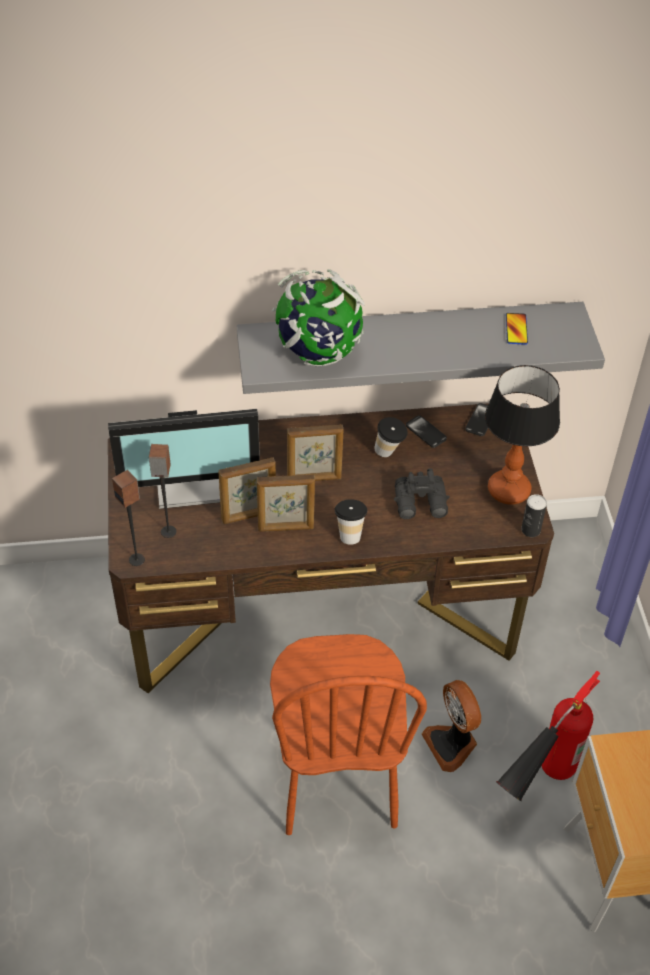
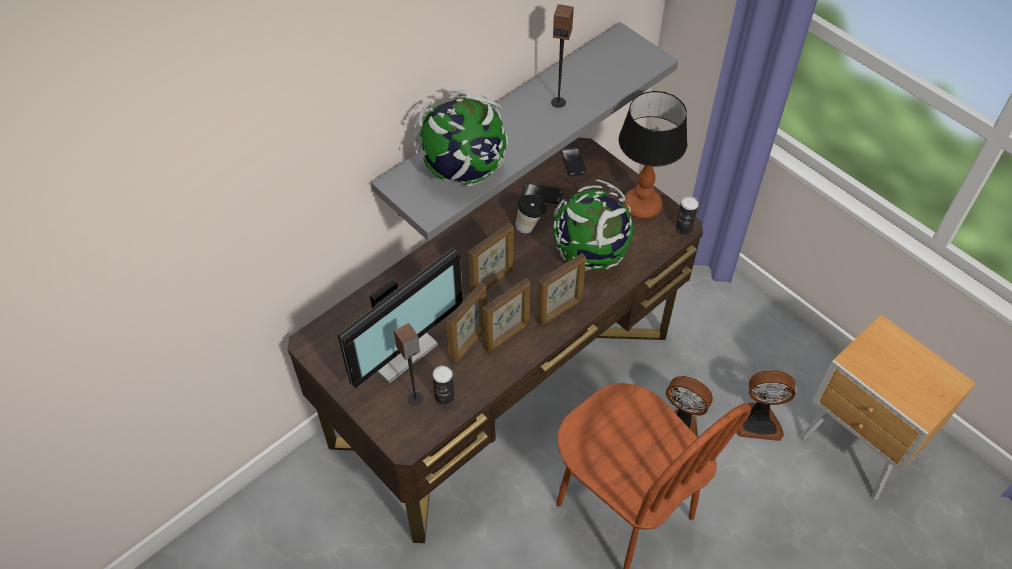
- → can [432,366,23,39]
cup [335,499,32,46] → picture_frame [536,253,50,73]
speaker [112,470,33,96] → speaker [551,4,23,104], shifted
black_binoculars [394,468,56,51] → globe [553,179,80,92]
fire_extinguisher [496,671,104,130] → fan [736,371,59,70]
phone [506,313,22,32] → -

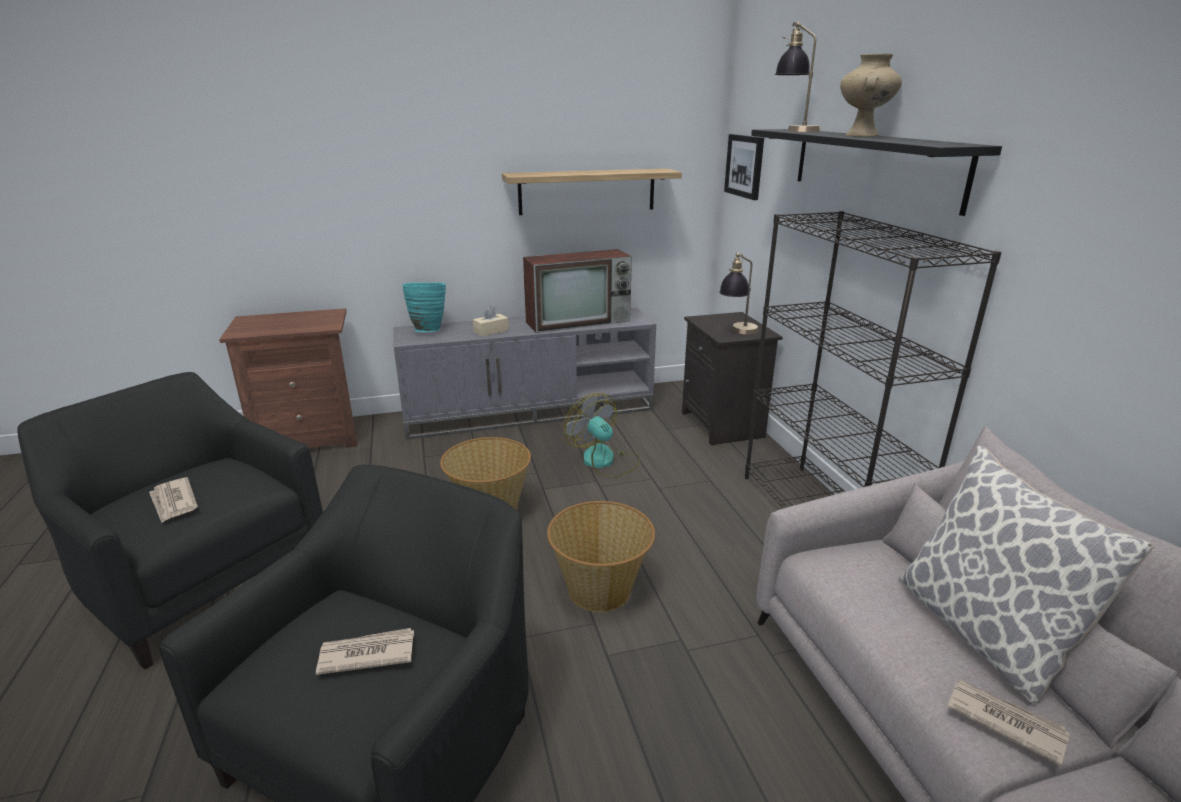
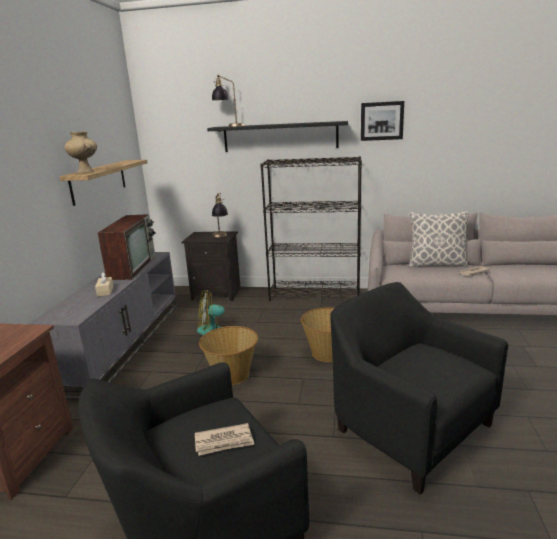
beige_vase [840,54,62,82] → beige_vase [64,131,33,43], shifted
picture [724,134,40,66] → picture [361,101,43,40], shifted
newspaper [316,628,98,47] → -
turquoise_vase [402,282,44,50] → -

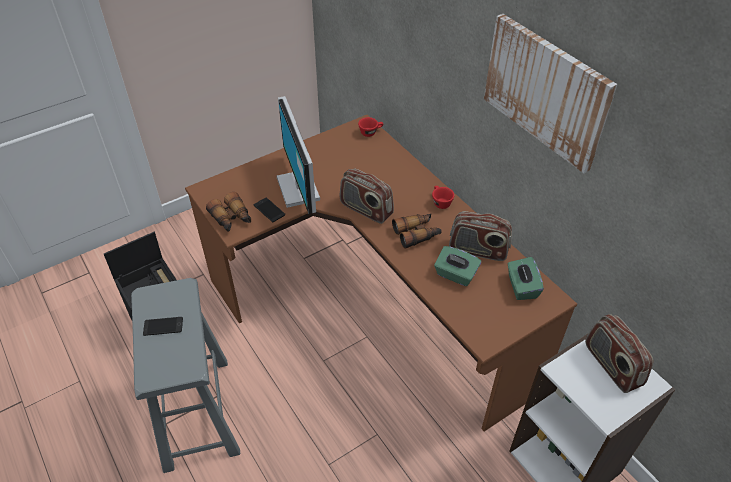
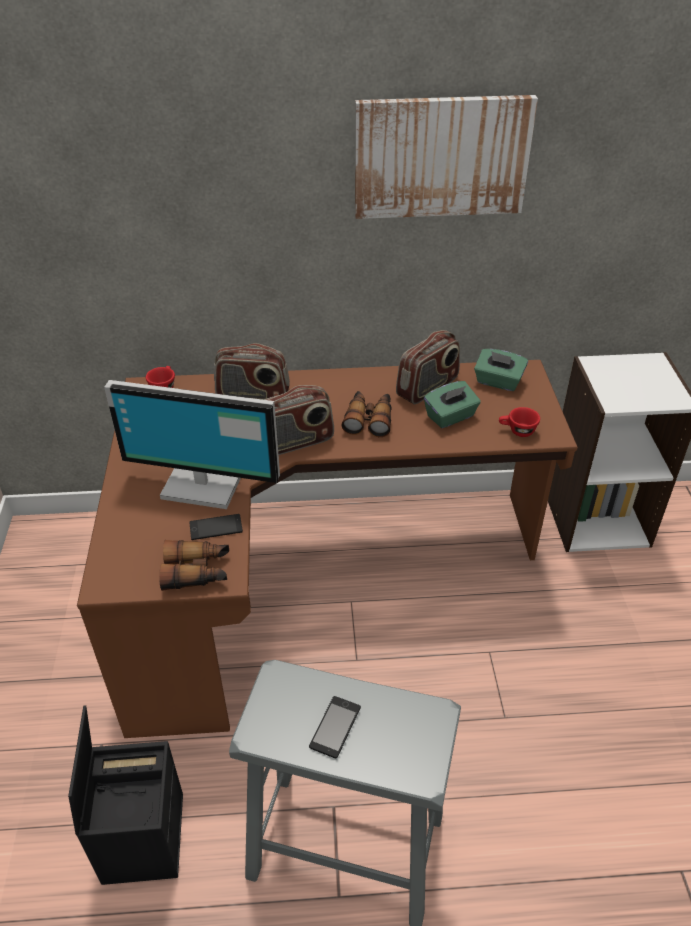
radio [585,314,68,79] → radio [214,343,76,57], shifted
red_cup [432,186,22,23] → red_cup [499,407,41,30], shifted

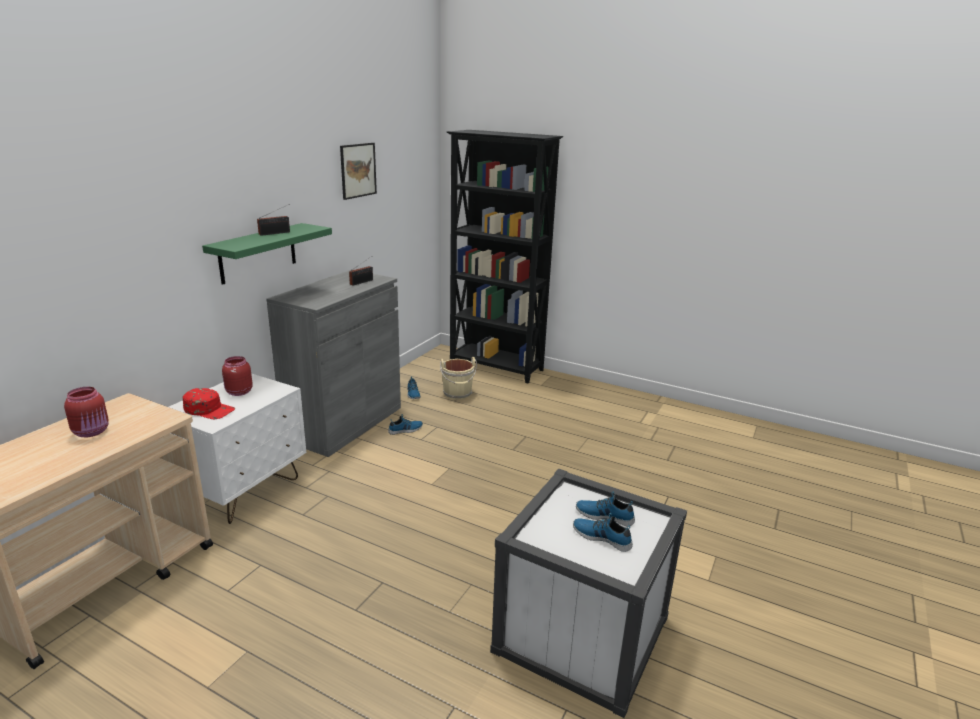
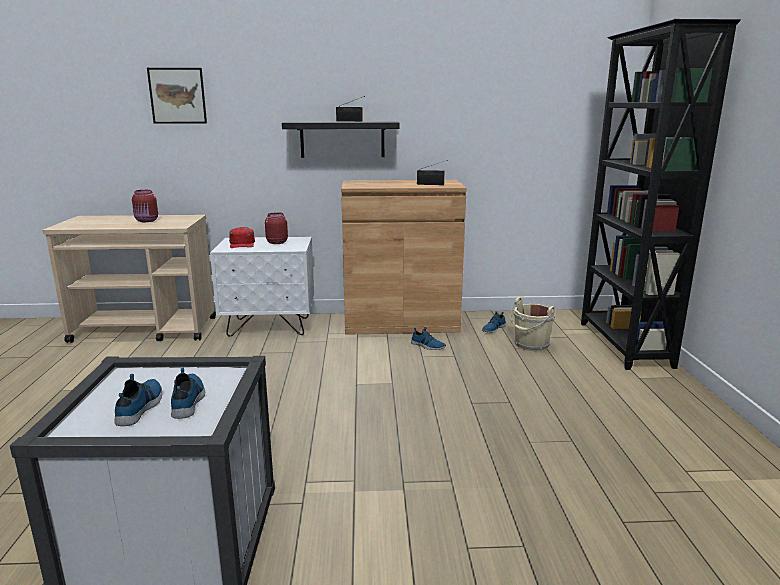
picture [340,143,37,57] → picture [147,68,60,55], shifted
green_shelf [202,223,130,62] → black_shelf [282,121,118,37]
grey_cabinet [266,270,135,187] → brown_cabinet [341,180,126,155]

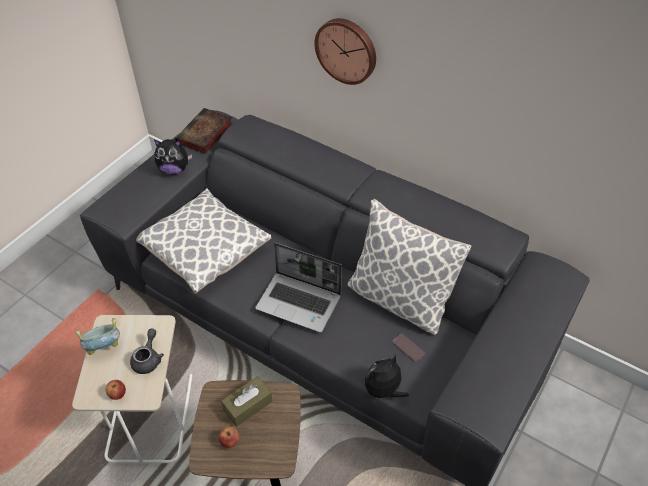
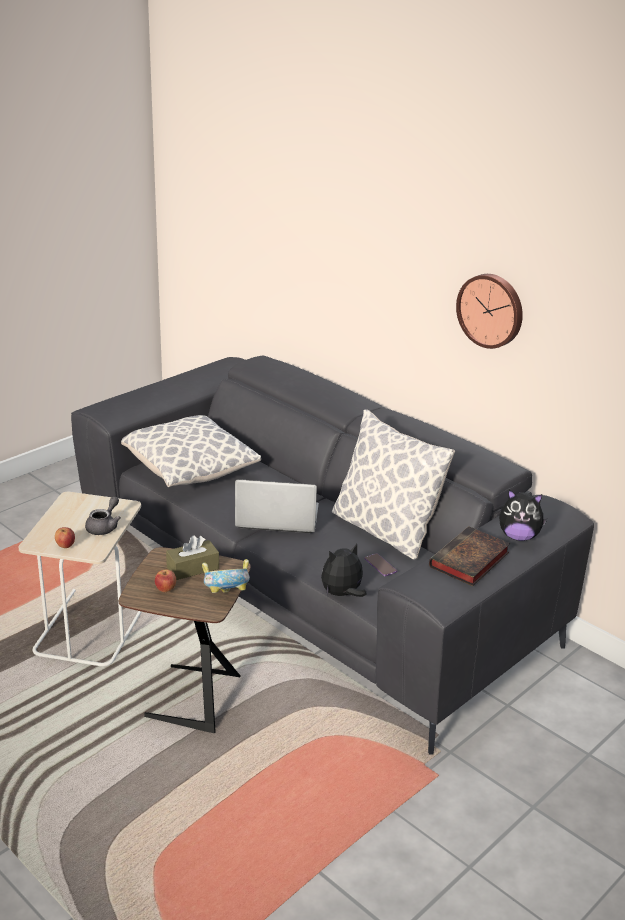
bowl [75,318,45,37] → bowl [202,559,48,34], shifted
laptop [255,243,87,90] → laptop [235,479,84,54], 150 degrees clockwise
book [175,108,58,46] → book [429,526,82,60], shifted
wall_clock [314,18,62,67] → wall_clock [456,274,67,75], shifted
plush_toy [154,139,38,36] → plush_toy [499,490,48,51], shifted

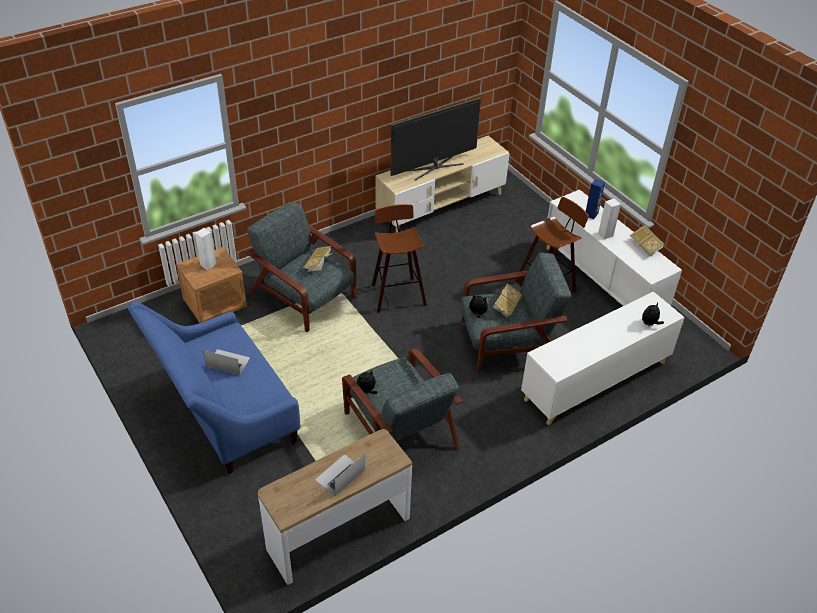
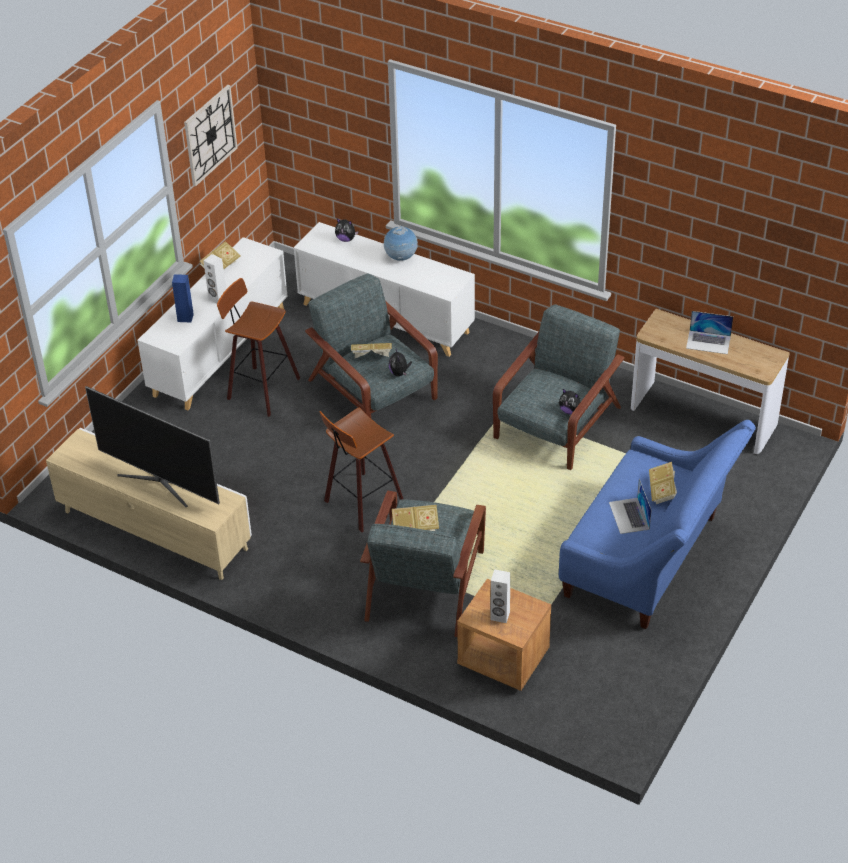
- → wall_clock [184,85,53,102]
- → globe [384,226,34,35]
- → book [649,462,28,42]

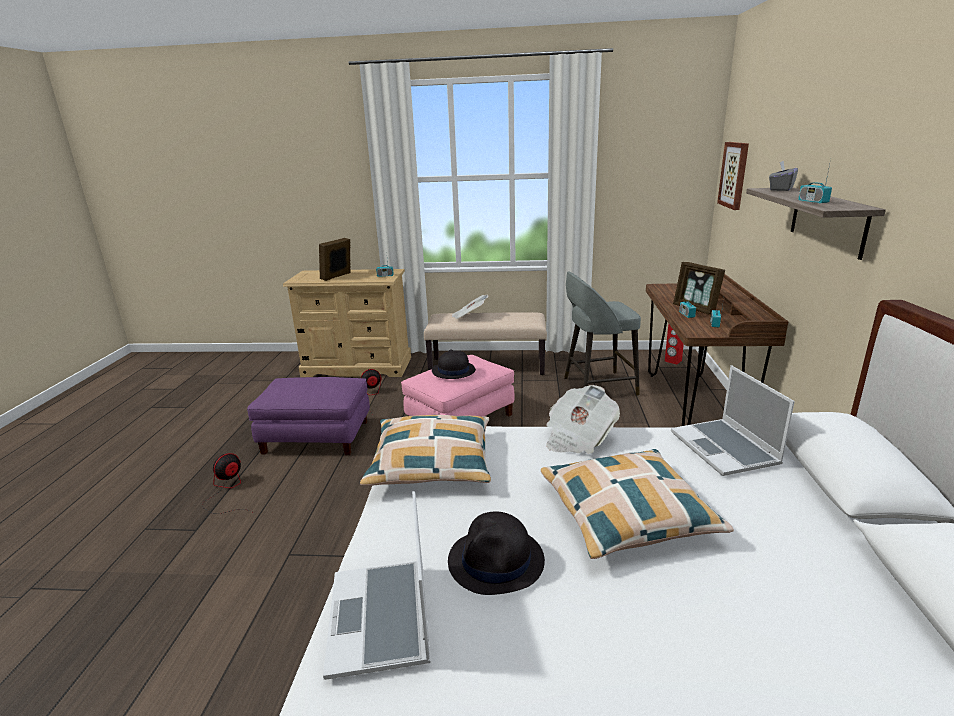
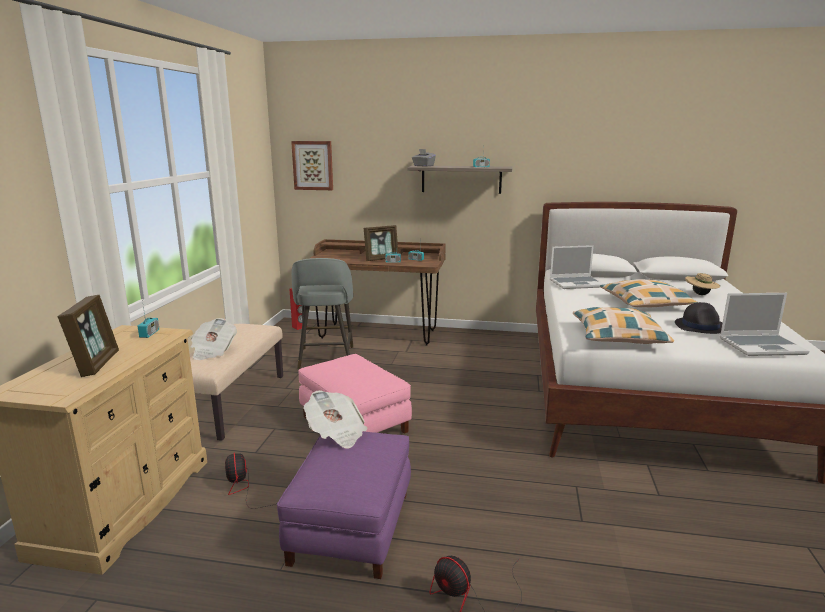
picture_frame [319,238,31,43] → picture_frame [58,295,61,82], 135 degrees counterclockwise
newspaper [546,385,74,69] → newspaper [303,390,65,59], shifted
- → beige_hat [685,273,35,22]
black_hat [432,349,44,30] → -

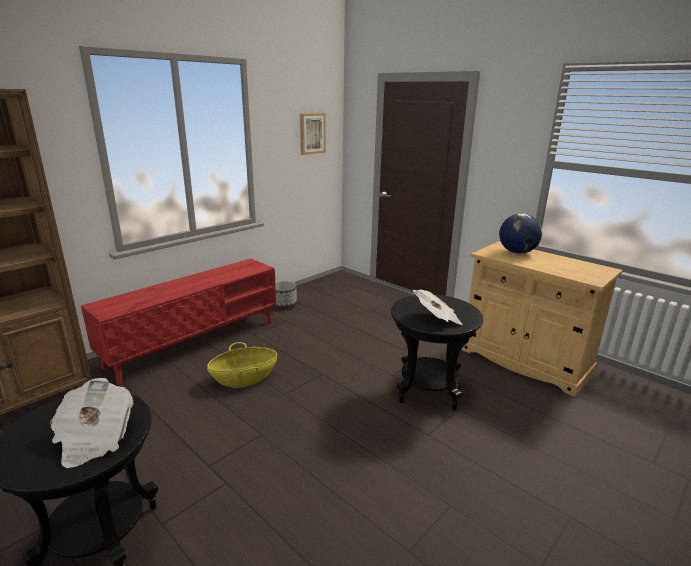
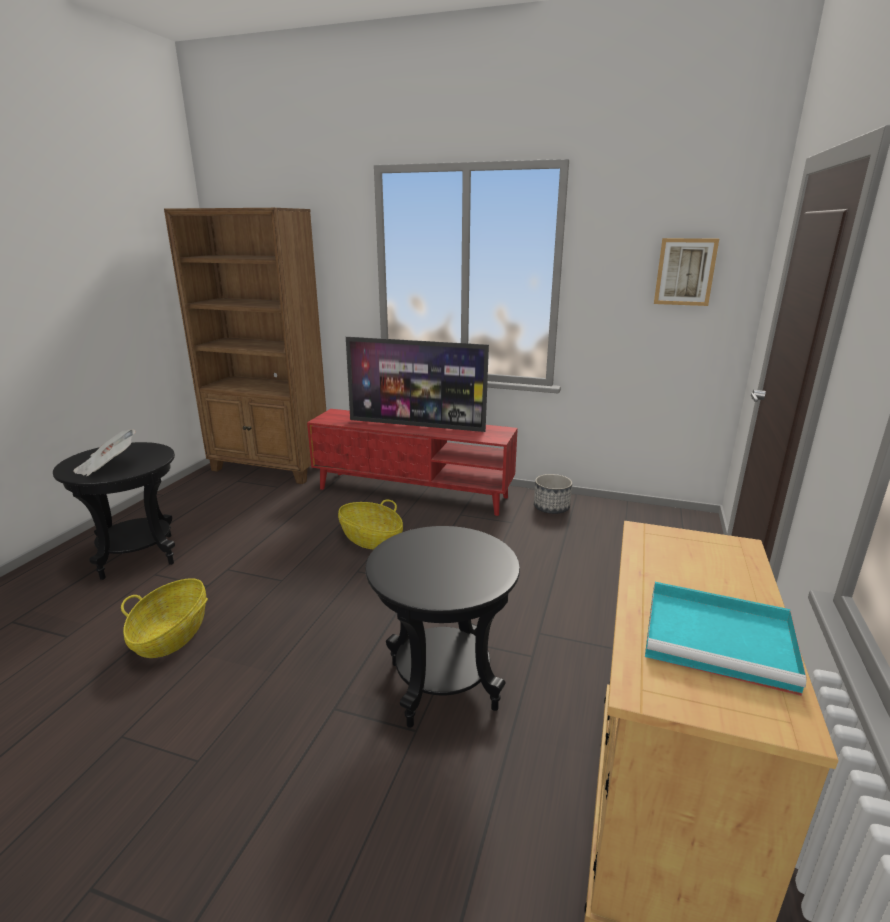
- → basket [121,578,87,80]
- → television [346,337,143,95]
- → turquoise_tray [645,582,162,114]
newspaper [413,289,50,36] → -
globe [499,213,43,41] → -

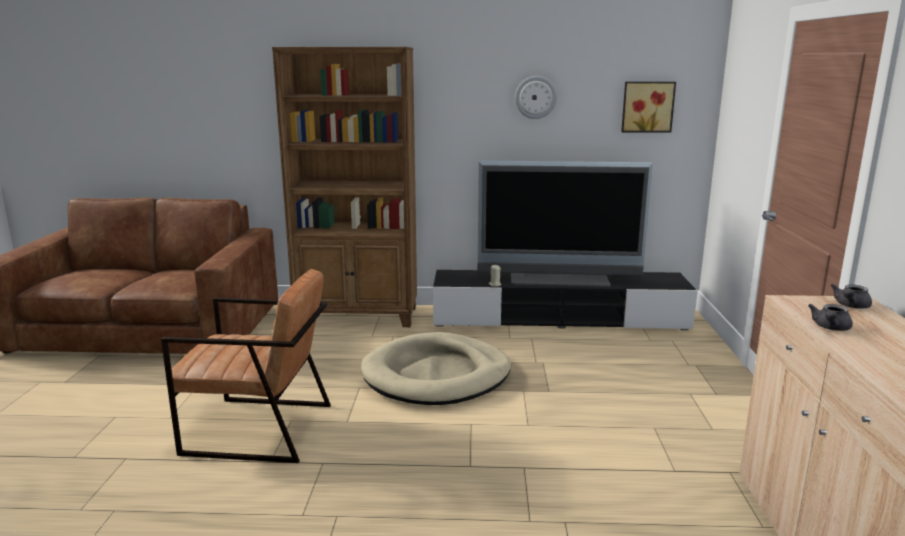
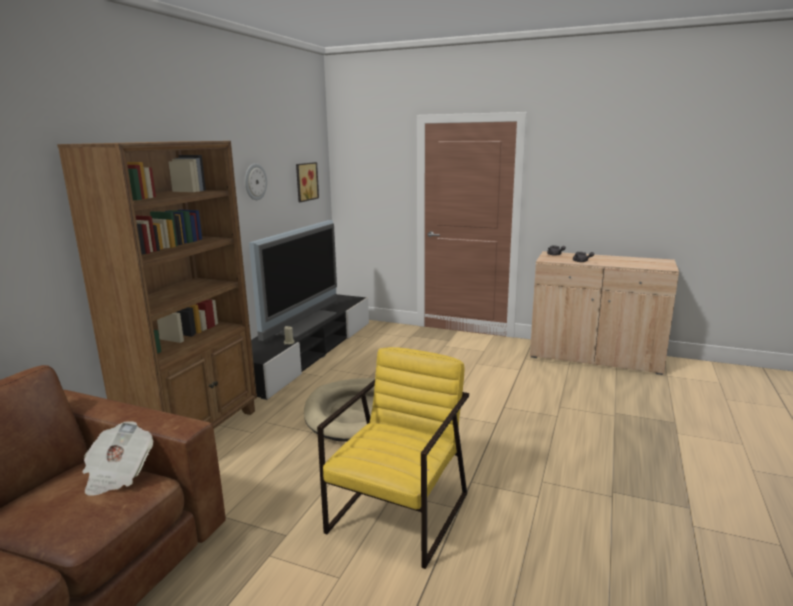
- → newspaper [82,421,71,75]
brown_armchair [161,269,170,194] → yellow_armchair [317,347,152,222]

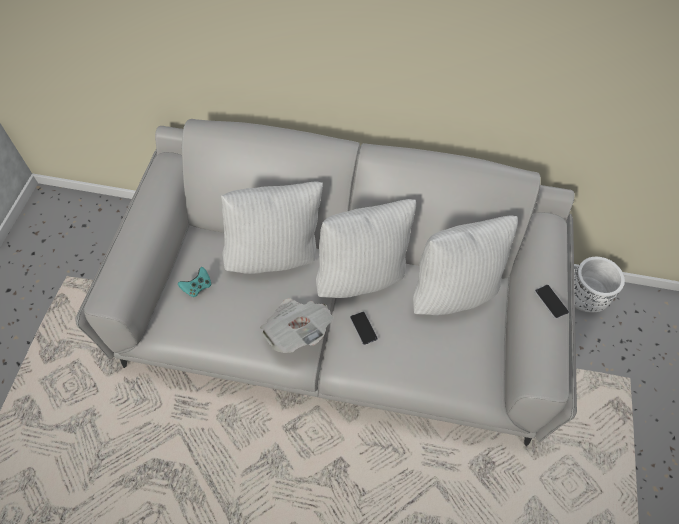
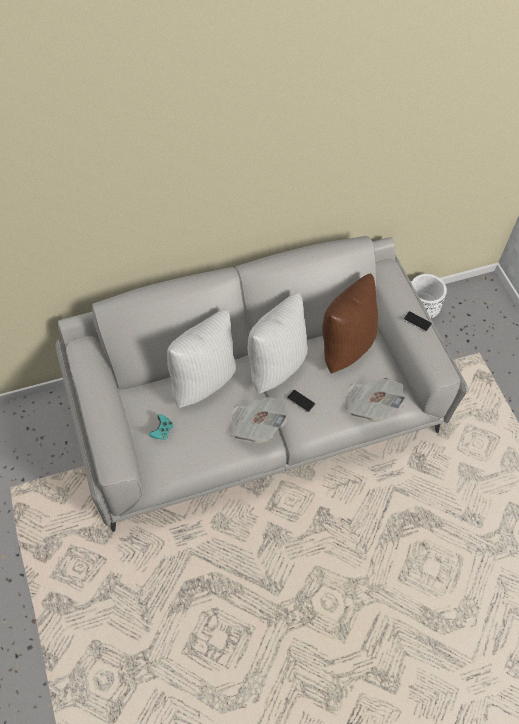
white_pillow [413,215,105,100] → brown_pillow [322,273,56,100]
- → newspaper [346,378,60,44]

